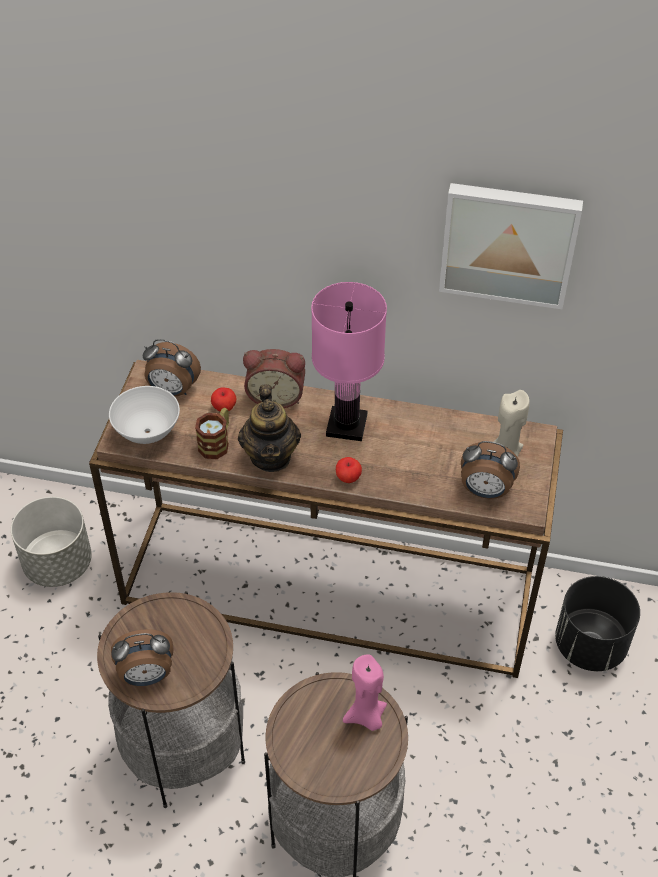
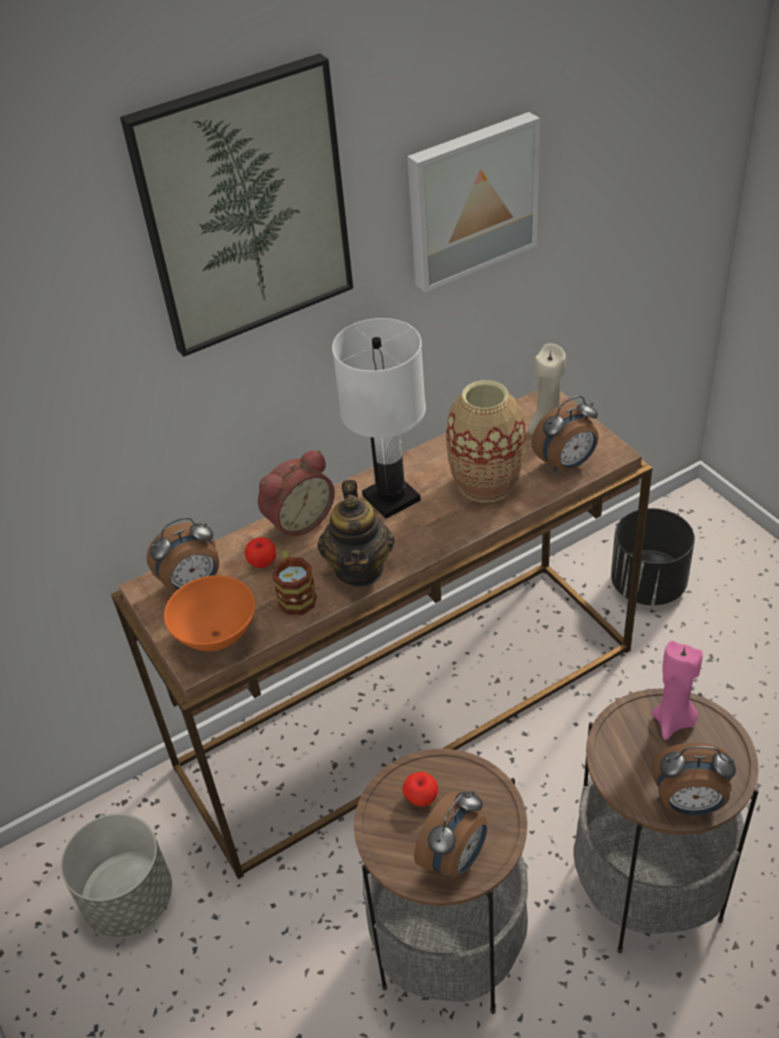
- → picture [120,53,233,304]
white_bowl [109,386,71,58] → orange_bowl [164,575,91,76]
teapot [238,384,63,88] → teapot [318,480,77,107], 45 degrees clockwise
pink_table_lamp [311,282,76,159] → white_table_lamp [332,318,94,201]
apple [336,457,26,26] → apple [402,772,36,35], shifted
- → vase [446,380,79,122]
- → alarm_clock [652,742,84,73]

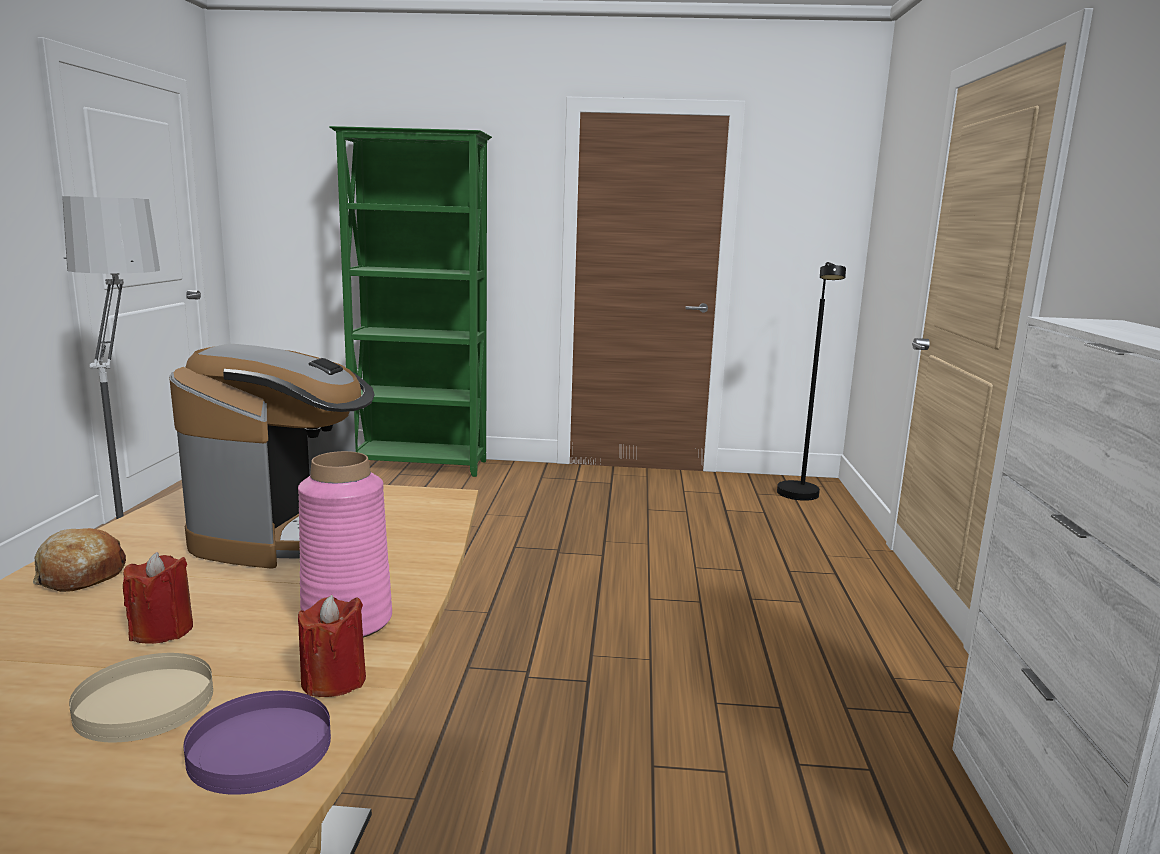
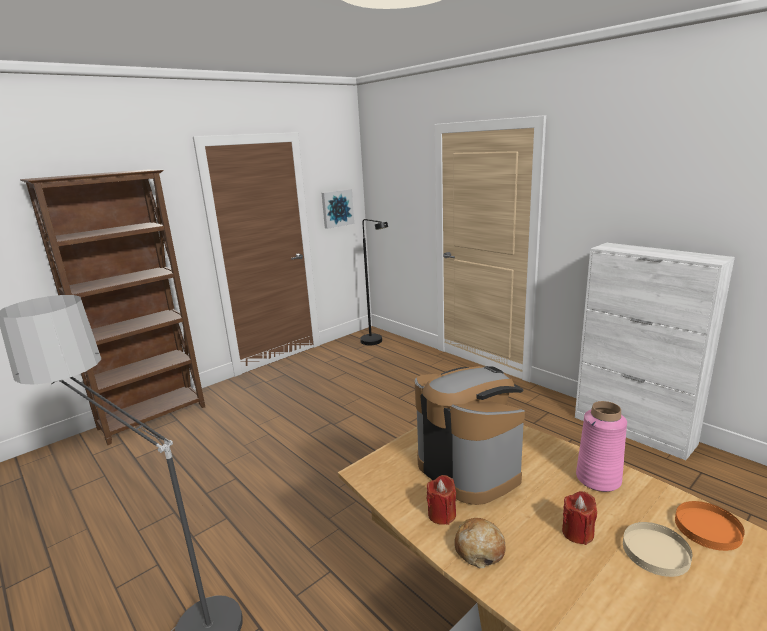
green_bookcase [329,126,163,351] → brown_bookcase [20,170,185,275]
- → picture [322,189,32,40]
red_candle [298,595,68,102] → red_candle [427,475,29,50], shifted
purple_plate [184,691,147,104] → orange_plate [675,501,70,50]

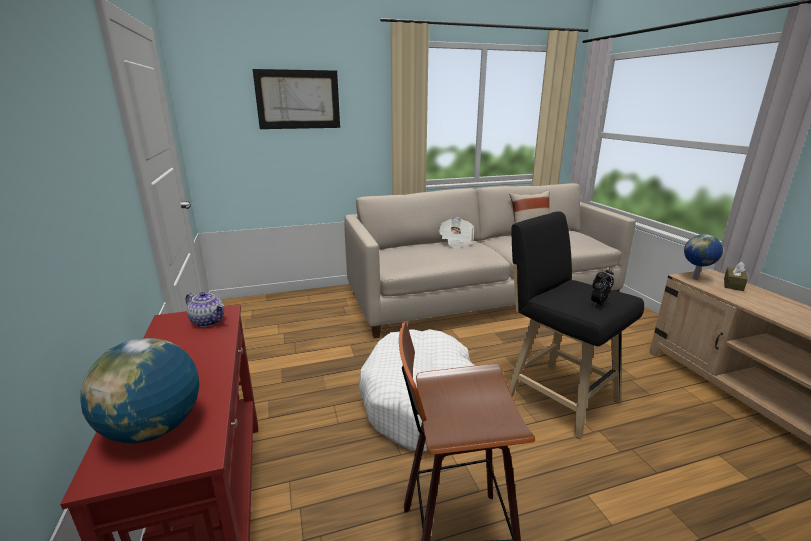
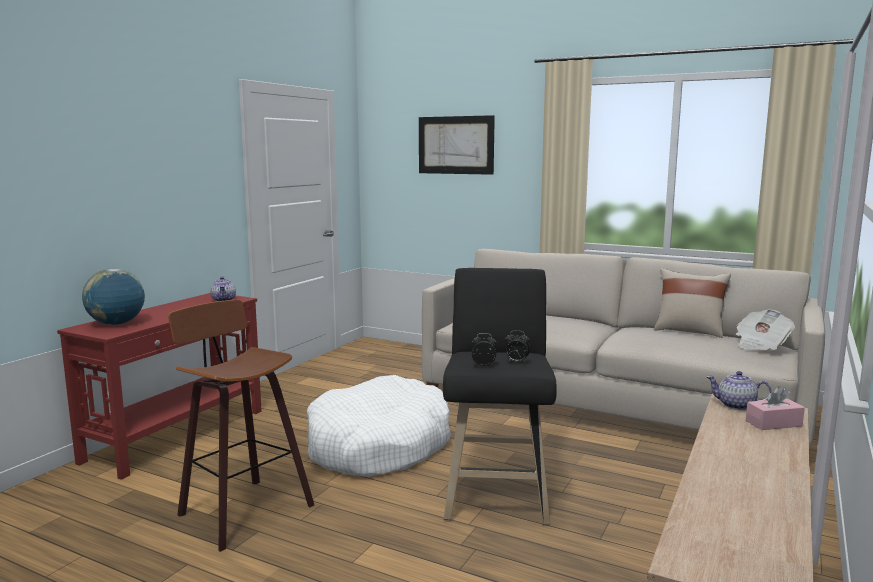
globe [684,234,39,46] → teapot [706,371,66,39]
newspaper [439,217,35,31] → newspaper [736,309,59,41], shifted
brown_tissue_box [724,262,24,29] → pink_tissue_box [746,386,59,44]

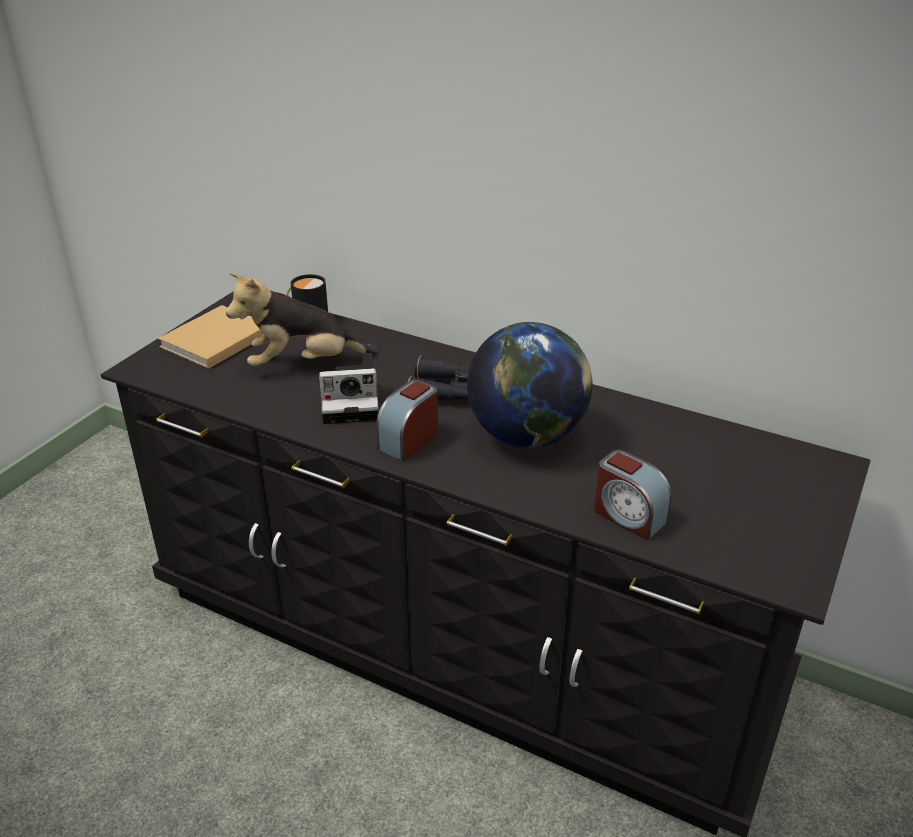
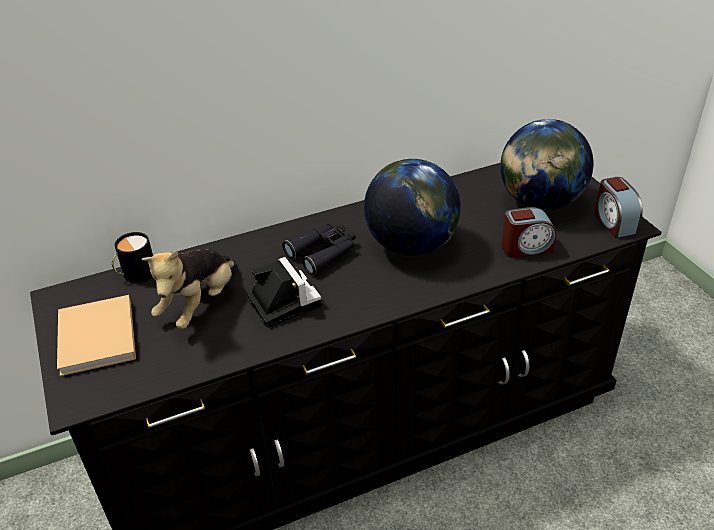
photo_camera [319,353,60,71] → photo_camera [248,257,74,71], 60 degrees counterclockwise
- → globe [500,119,94,92]
alarm_clock [376,380,62,81] → alarm_clock [594,177,49,61], shifted

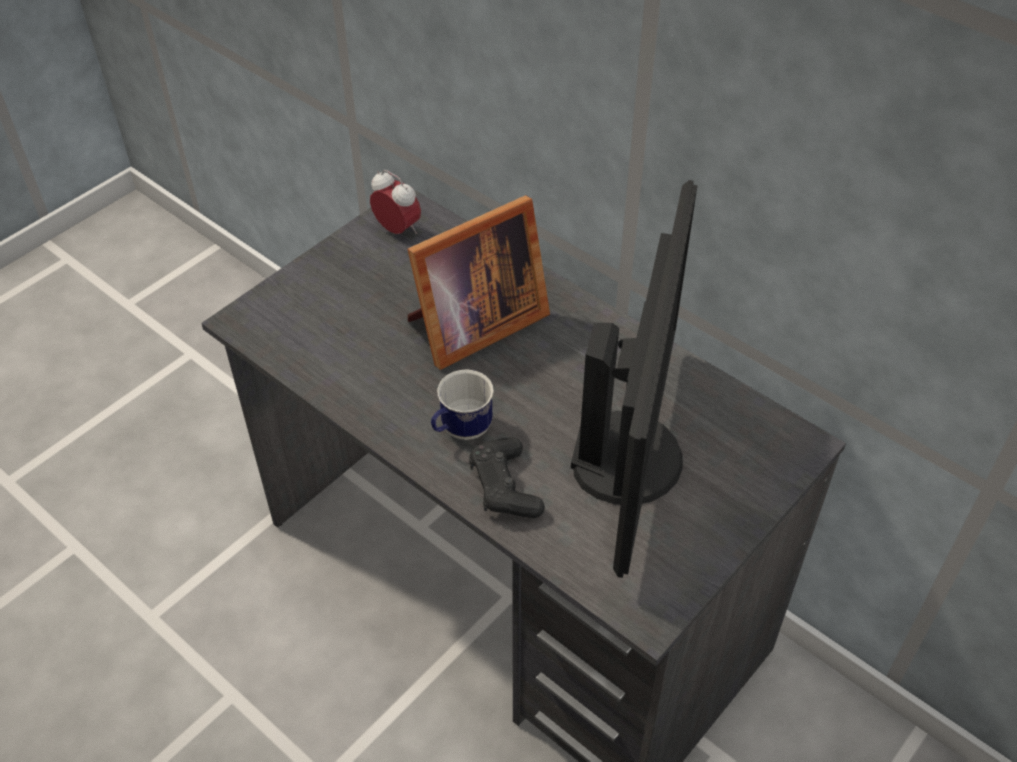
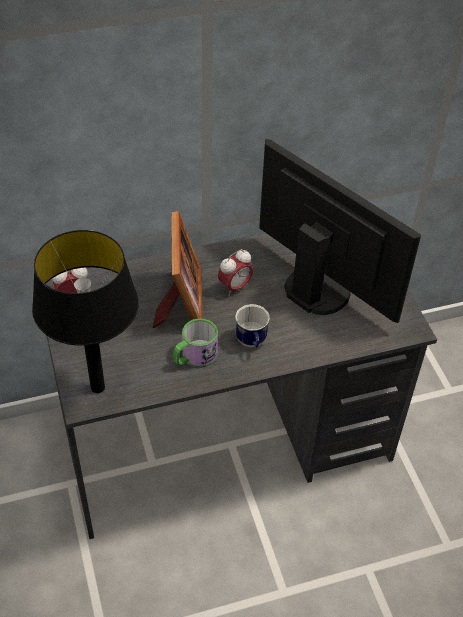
- → black_table_lamp [32,230,107,163]
- → mug [173,319,45,49]
- → alarm_clock [218,249,35,47]
black_game_controller [469,437,76,81] → -

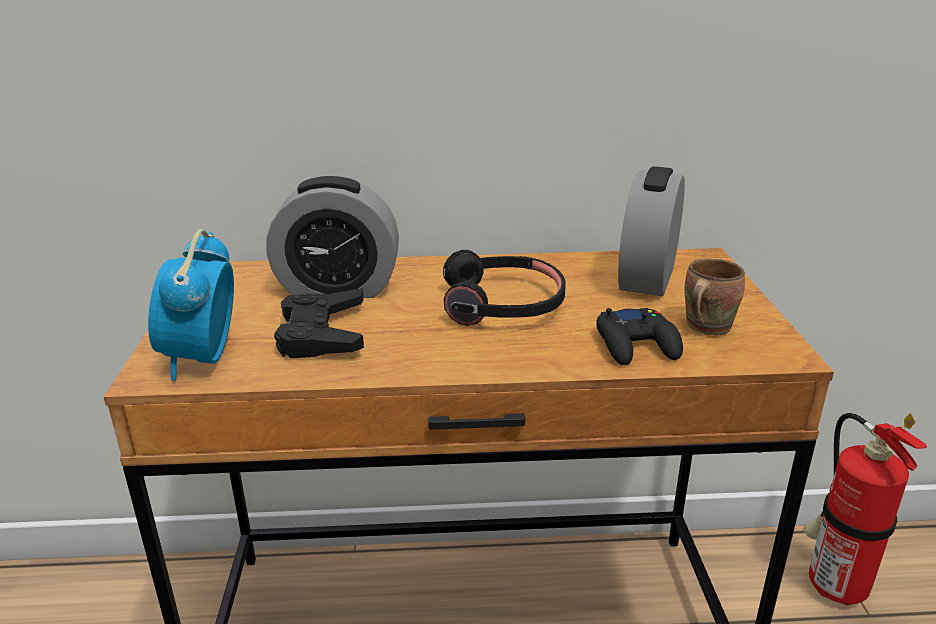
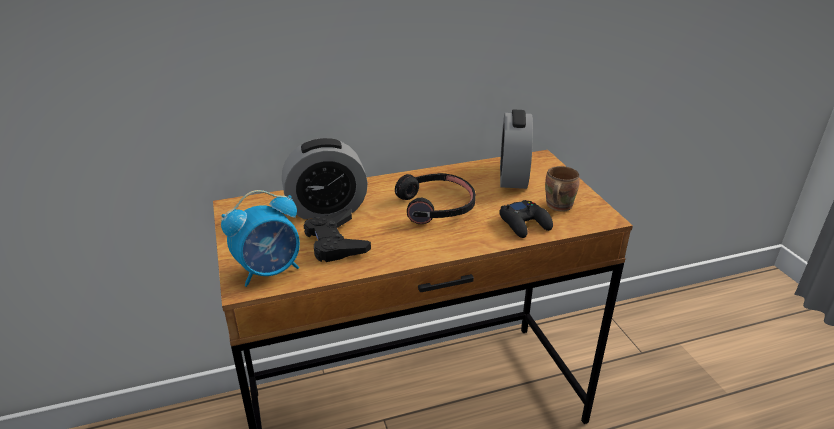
alarm_clock [148,229,86,152] → alarm_clock [221,190,79,97], 105 degrees counterclockwise
fire_extinguisher [804,413,123,192] → -

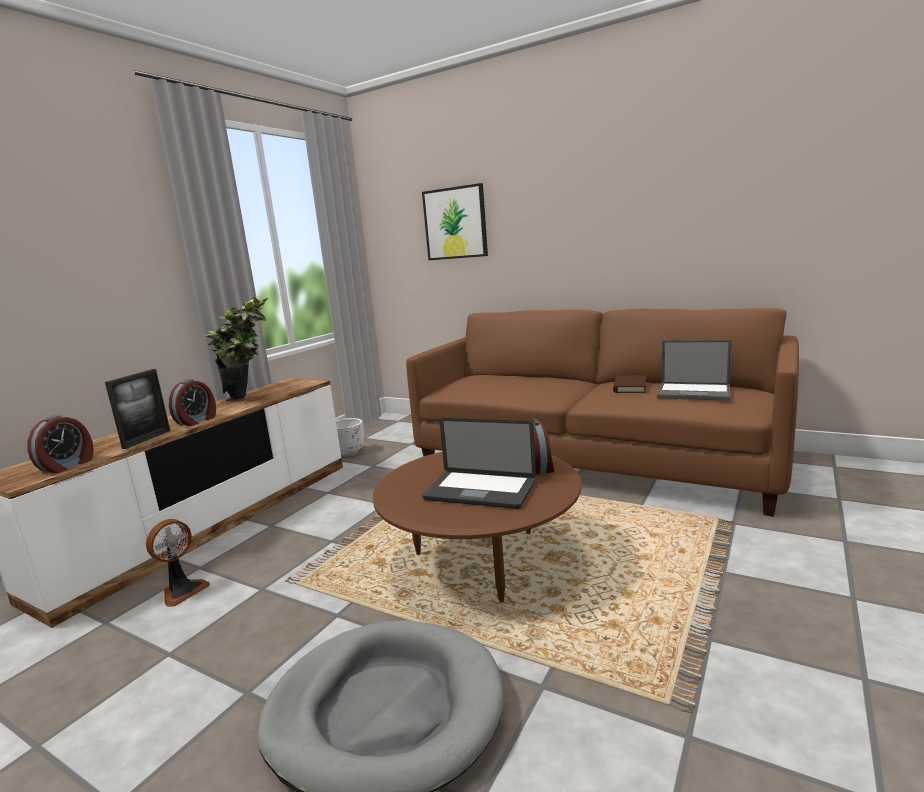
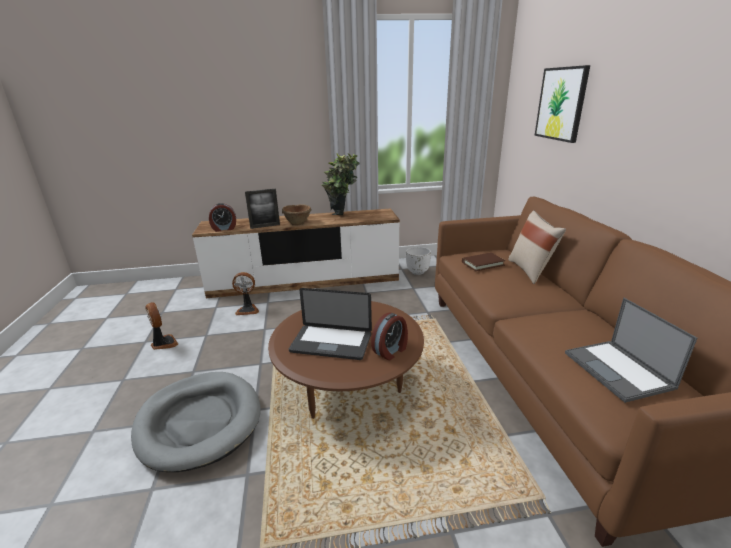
- → fan [145,302,33,48]
alarm_clock [169,379,47,47] → brown_bowl [282,204,30,22]
laptop [422,418,114,91] → laptop [289,288,83,72], 60 degrees counterclockwise
brown_book [613,375,33,18] → brown_book [462,253,44,18], shifted
- → beige_pillow [508,210,58,74]

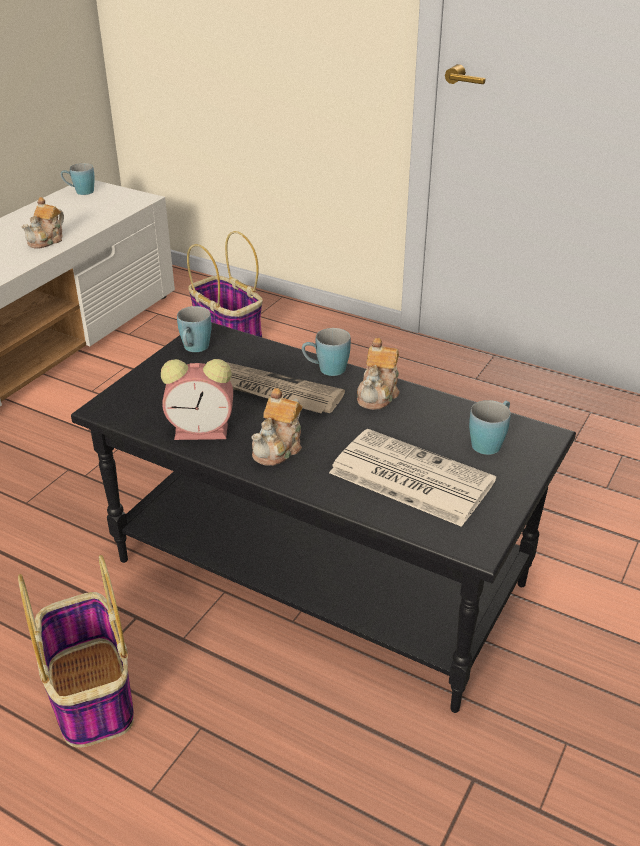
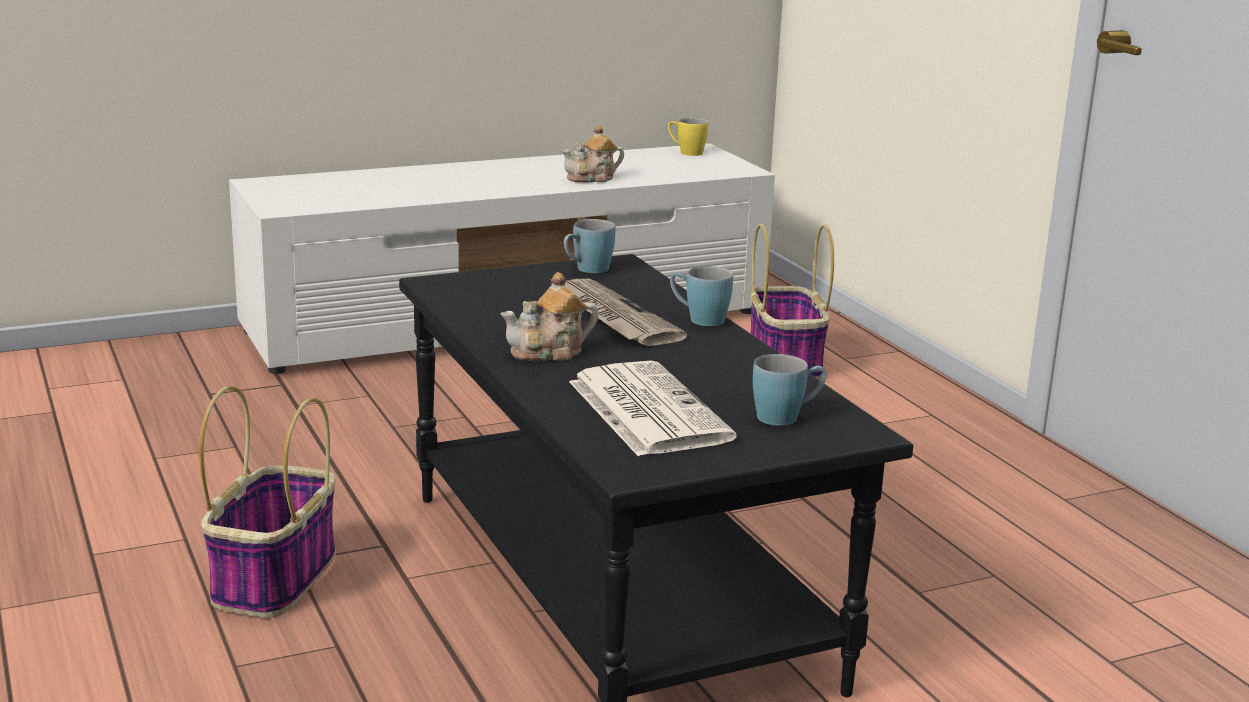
blue_mug [61,163,34,32] → yellow_mug [668,118,40,38]
alarm_clock [161,359,72,81] → -
teapot [357,338,43,72] → -

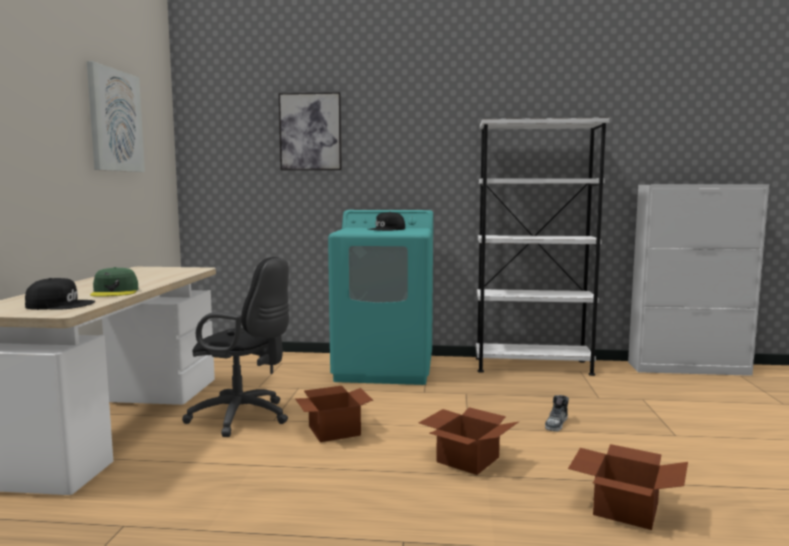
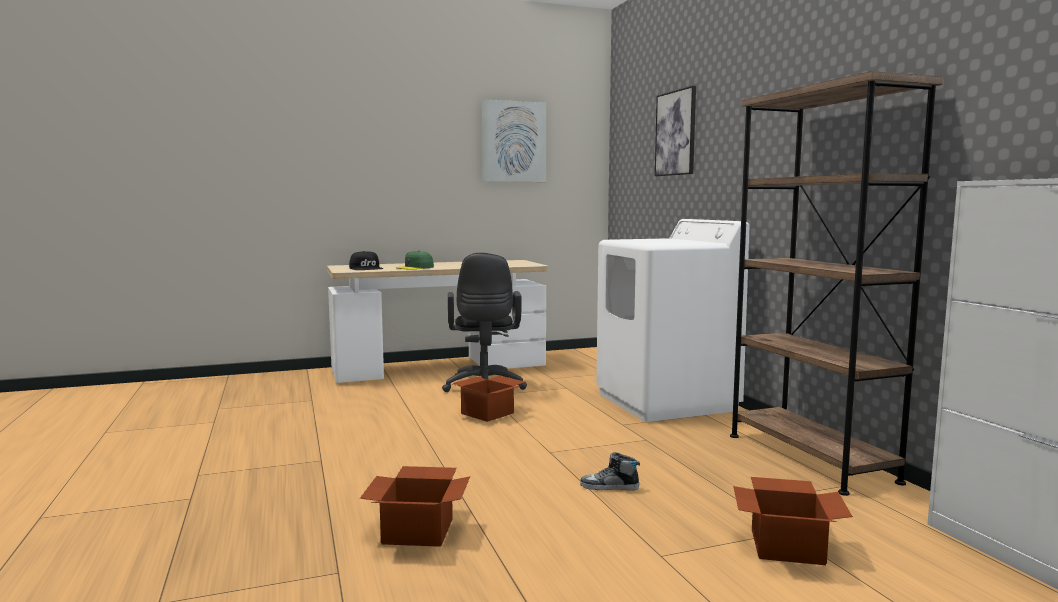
turquoise_washing_machine [328,210,105,175] → white_washing_machine [596,219,153,203]
white_bookcase [476,118,133,258] → brown_bookcase [730,71,213,425]
cardboard_box [419,407,99,68] → cardboard_box [733,477,120,88], shifted
black_cap [368,212,37,19] → -

